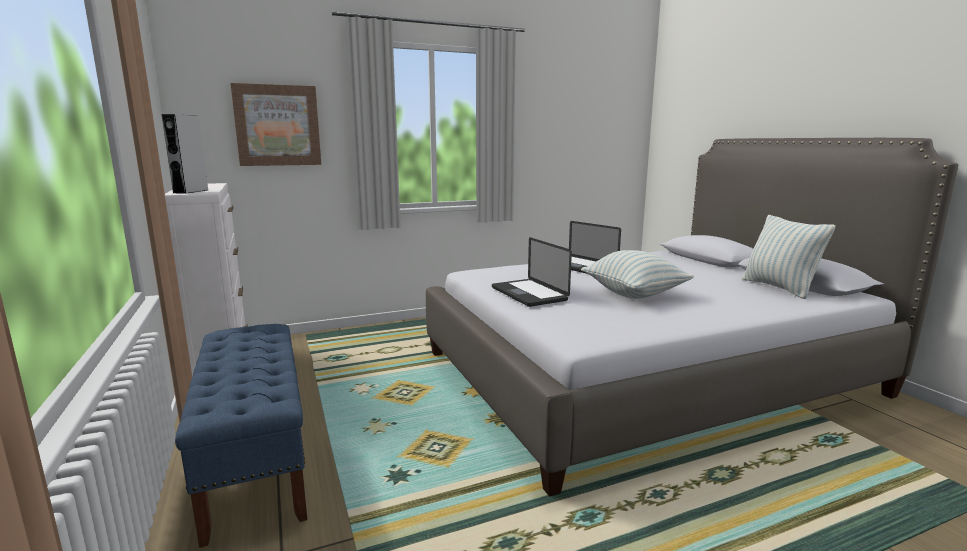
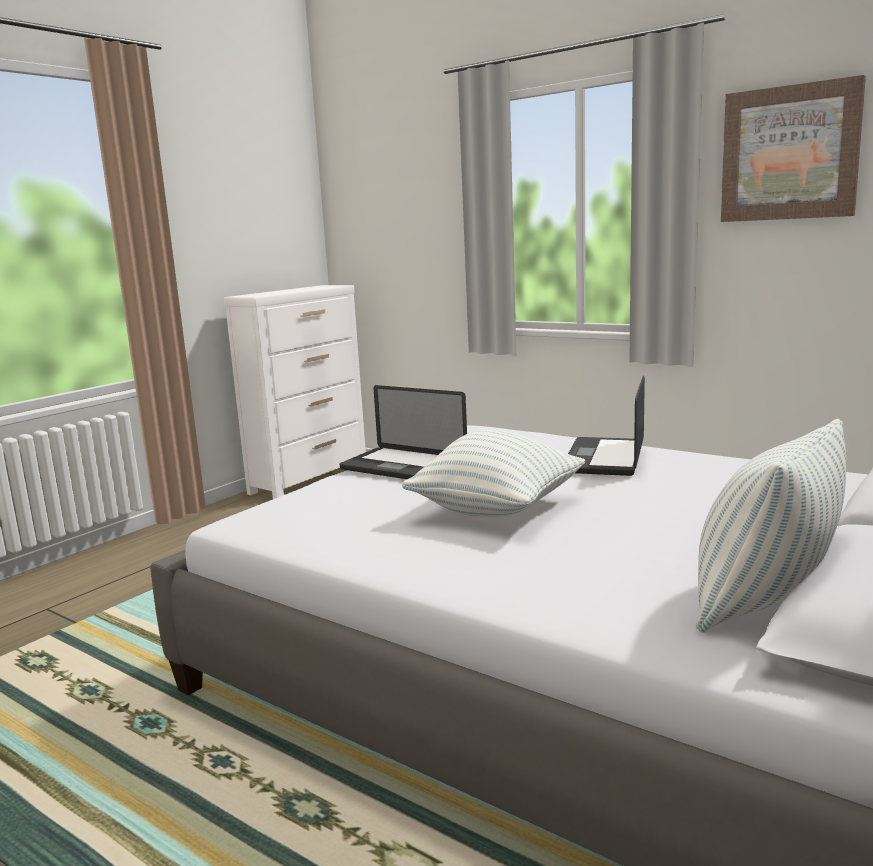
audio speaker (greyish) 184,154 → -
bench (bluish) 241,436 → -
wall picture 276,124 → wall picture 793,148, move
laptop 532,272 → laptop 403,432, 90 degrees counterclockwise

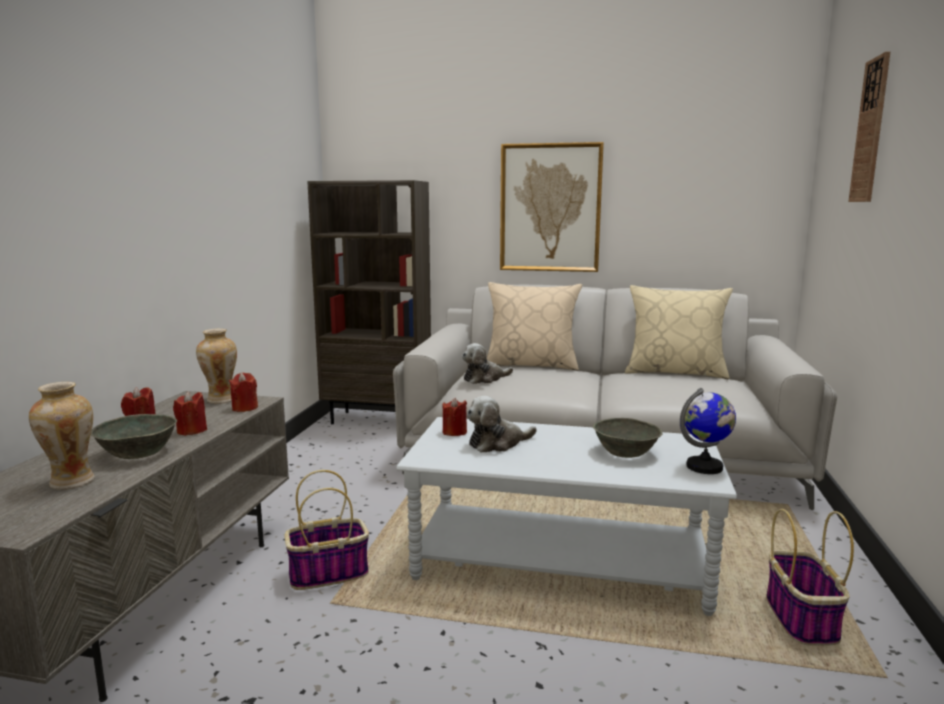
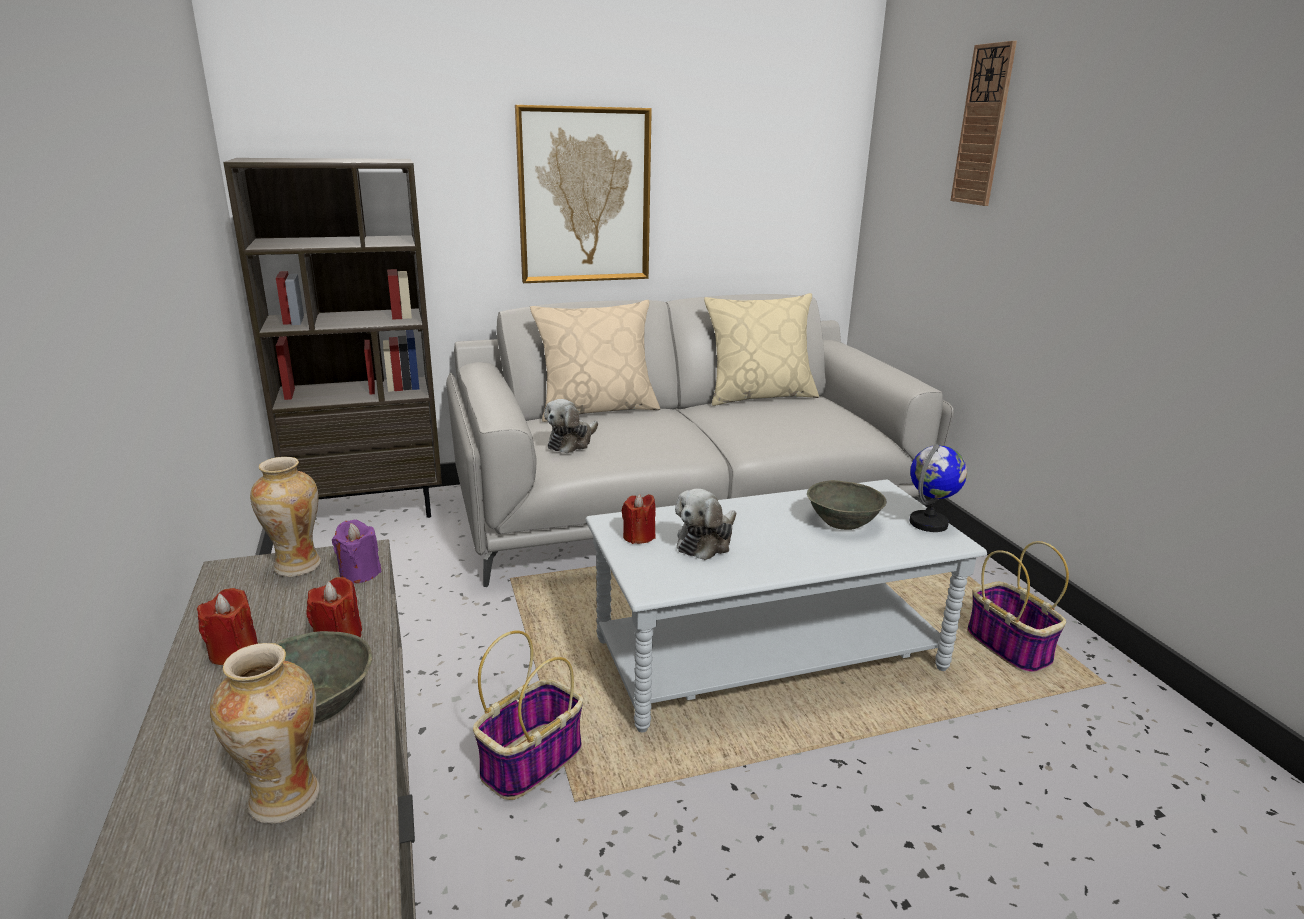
wax light (red) 243,392 → wax light (purplish) 356,551

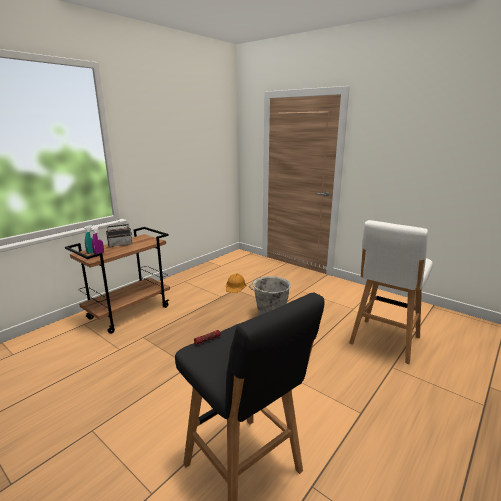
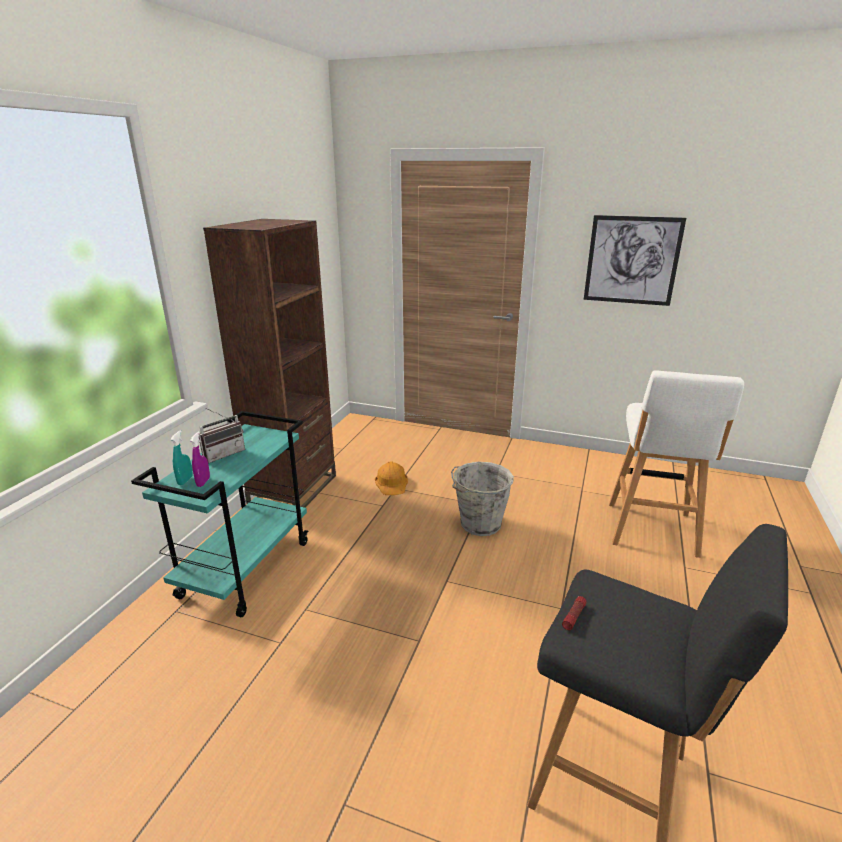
- → bookshelf (brown-coloured) 269,363
- → wall picture 635,260
trolley (brown-coloured) 117,280 → trolley (turquoise) 219,514

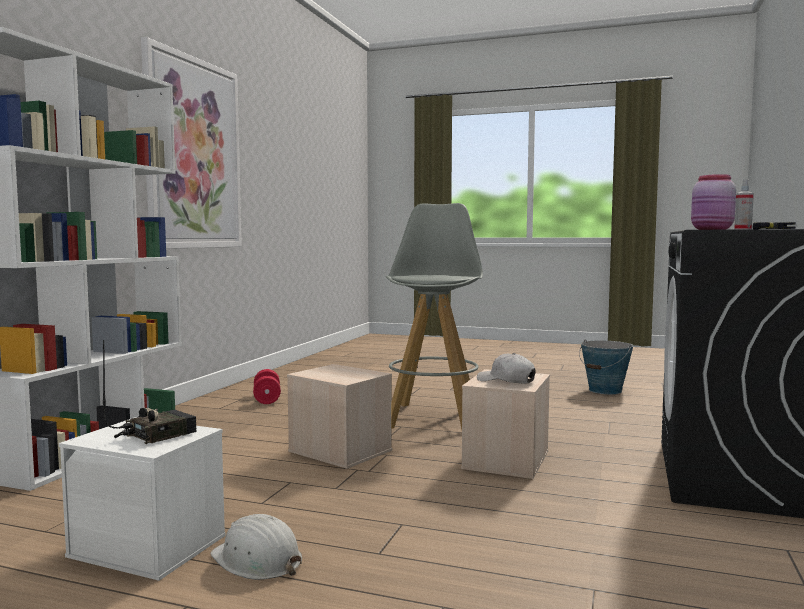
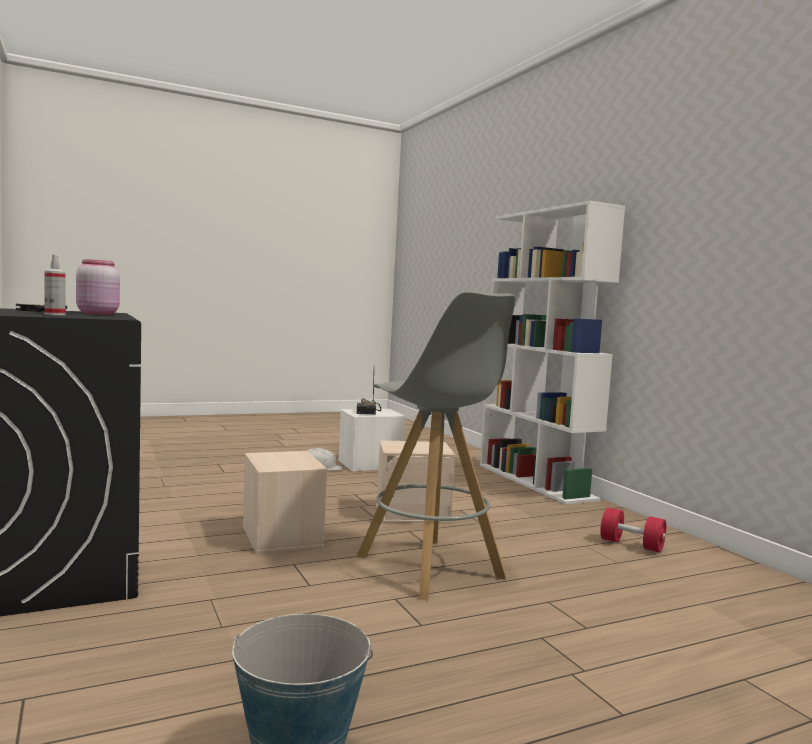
wall picture 191,143 → -
peaked cap (whitish) 506,368 → -

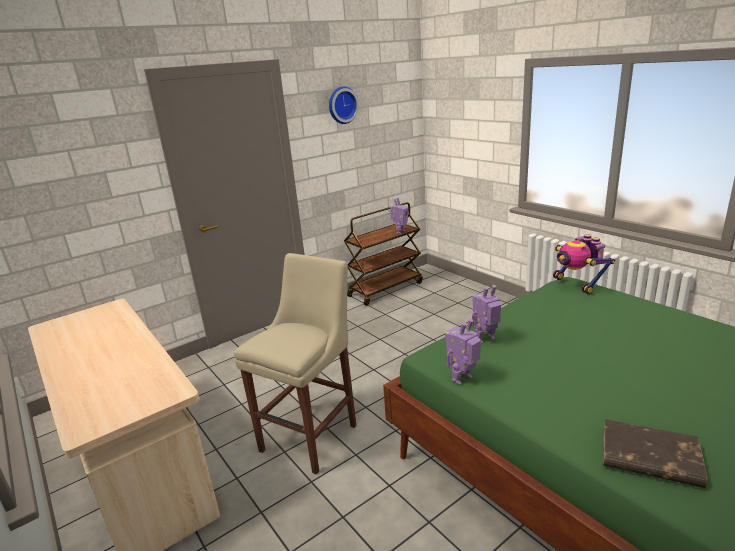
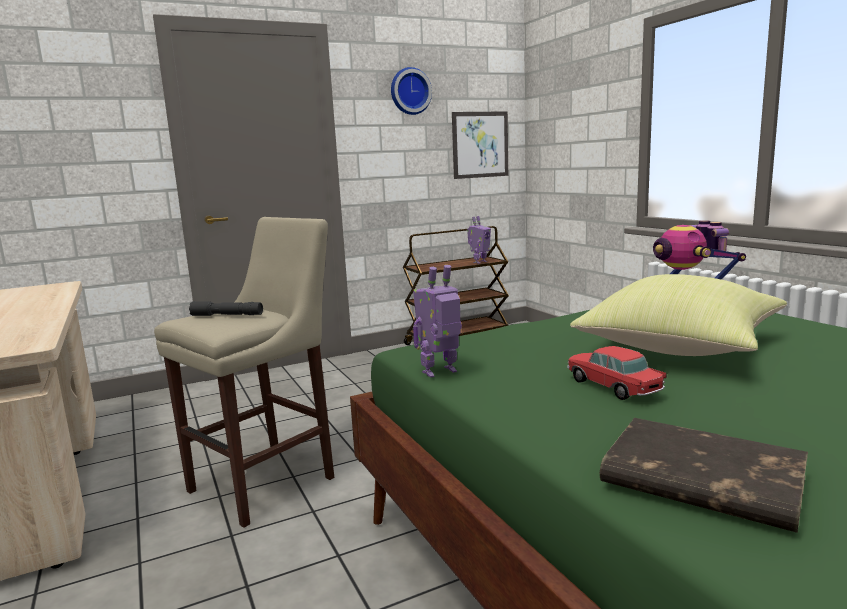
model robot 486,314 → -
- → torch (greyish) 226,308
- → wall picture 480,145
- → miniature car 617,373
- → cushion (yellowish) 678,315

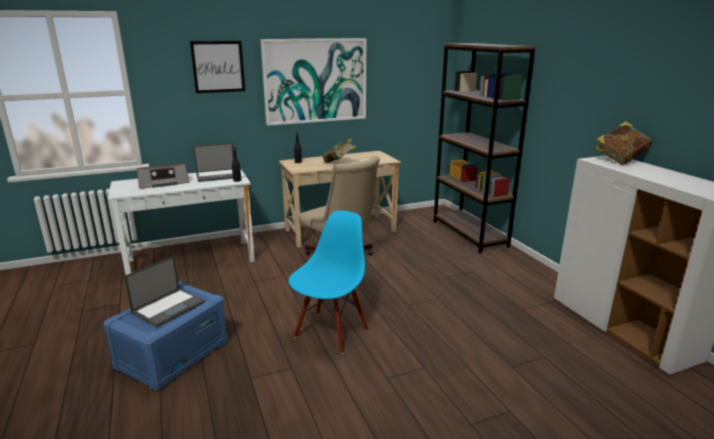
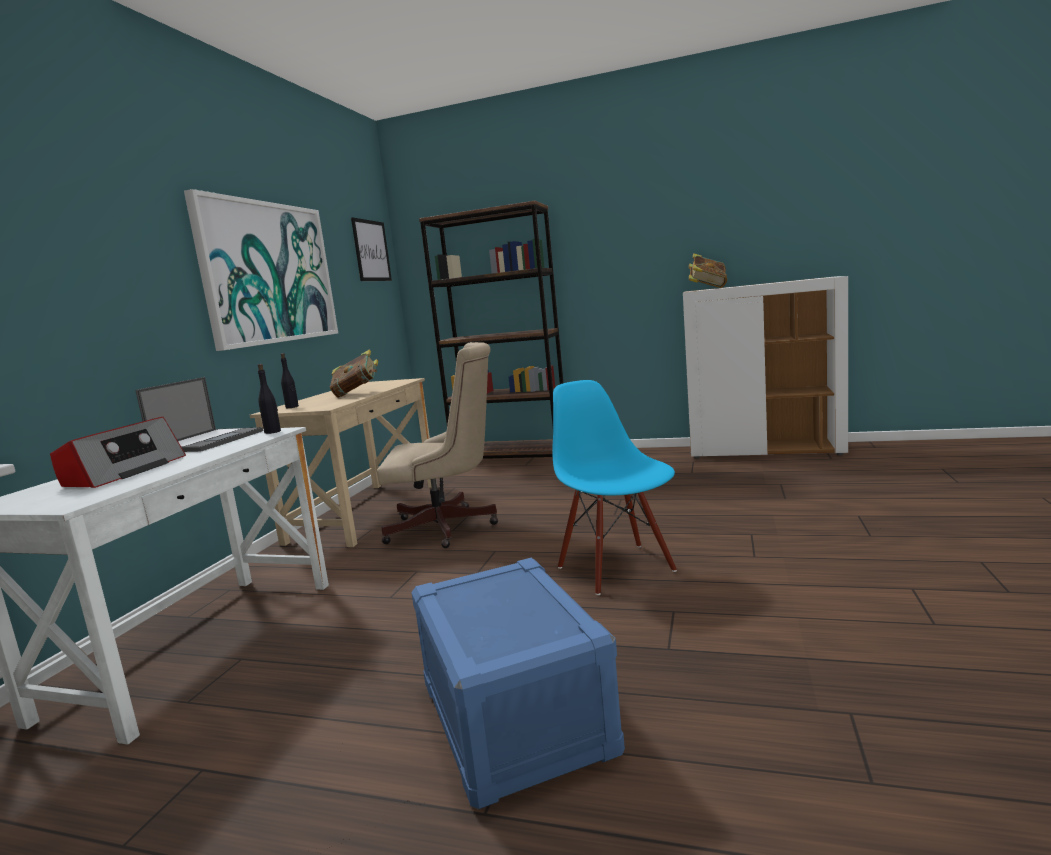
laptop 164,291 → -
wall picture 217,67 → wall picture 371,249, move

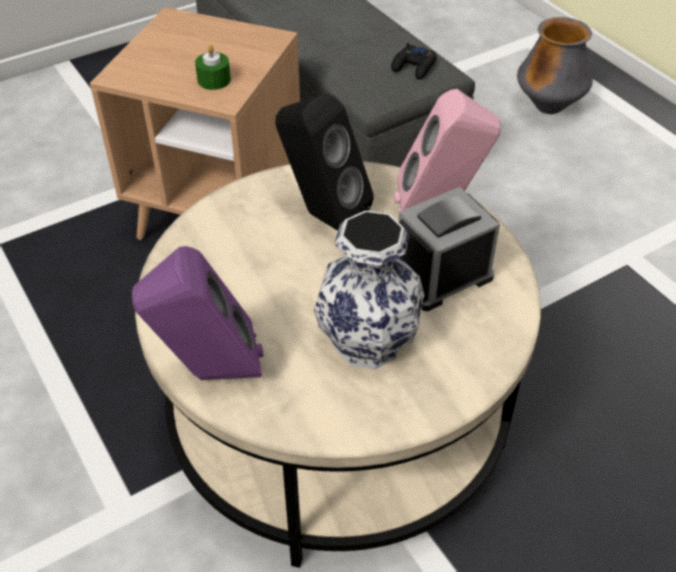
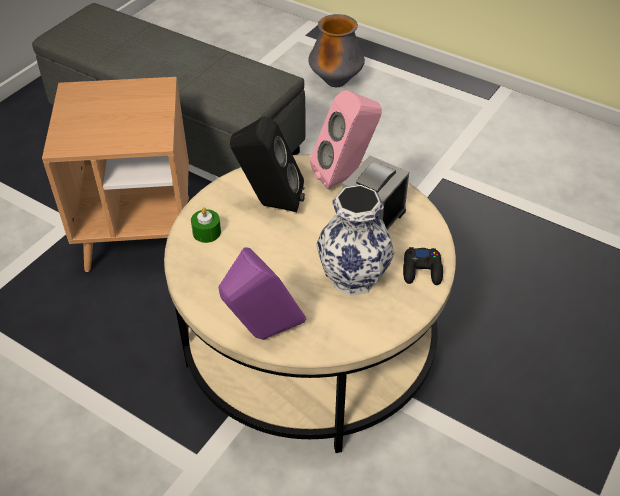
wax light (greenish) 213,67 → wax light (greenish) 206,225, move
joypad (black) 414,61 → joypad (black) 423,266, move

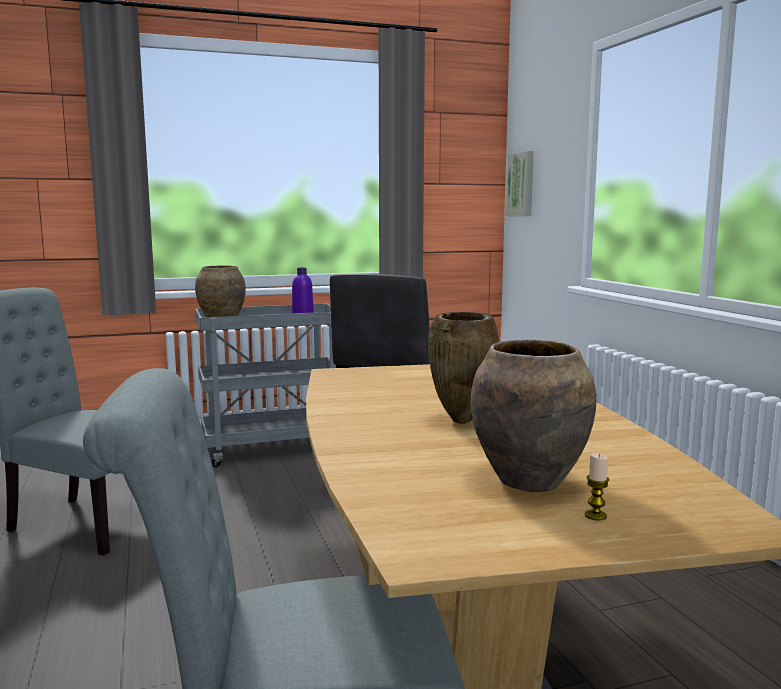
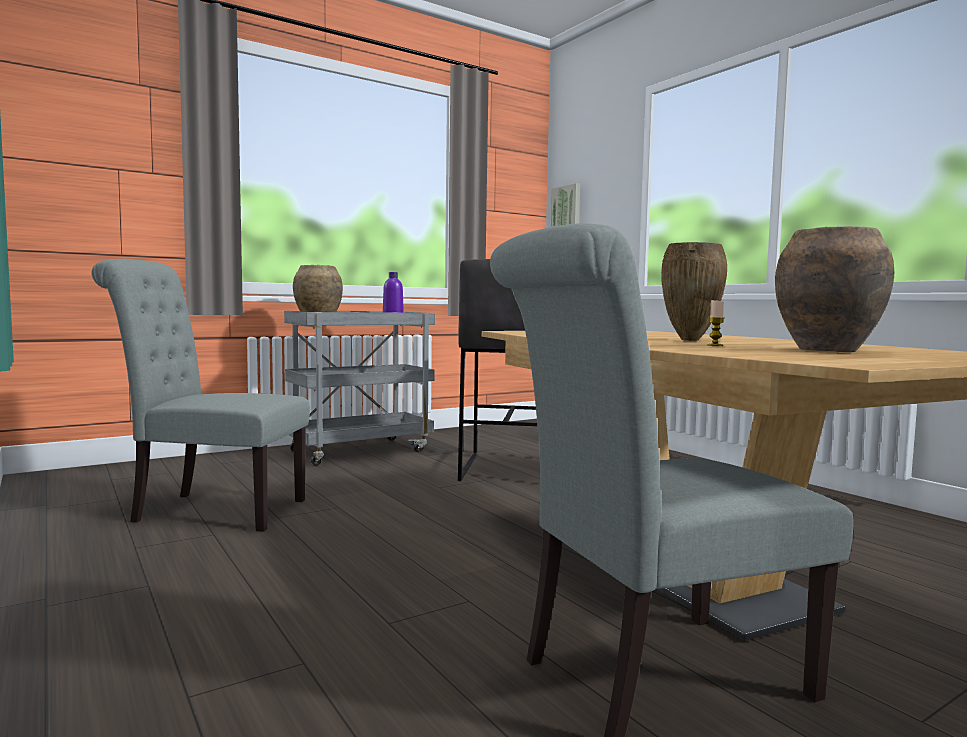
wax light 597,487 → wax light 716,323, move

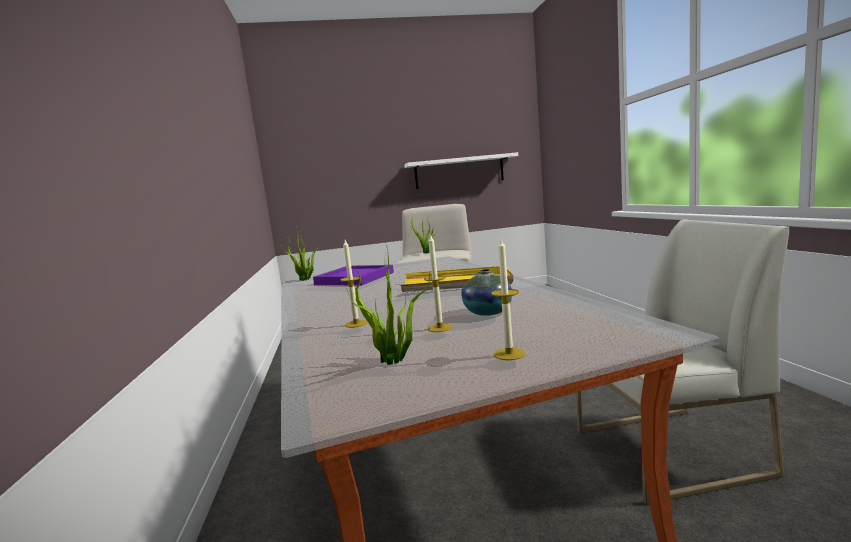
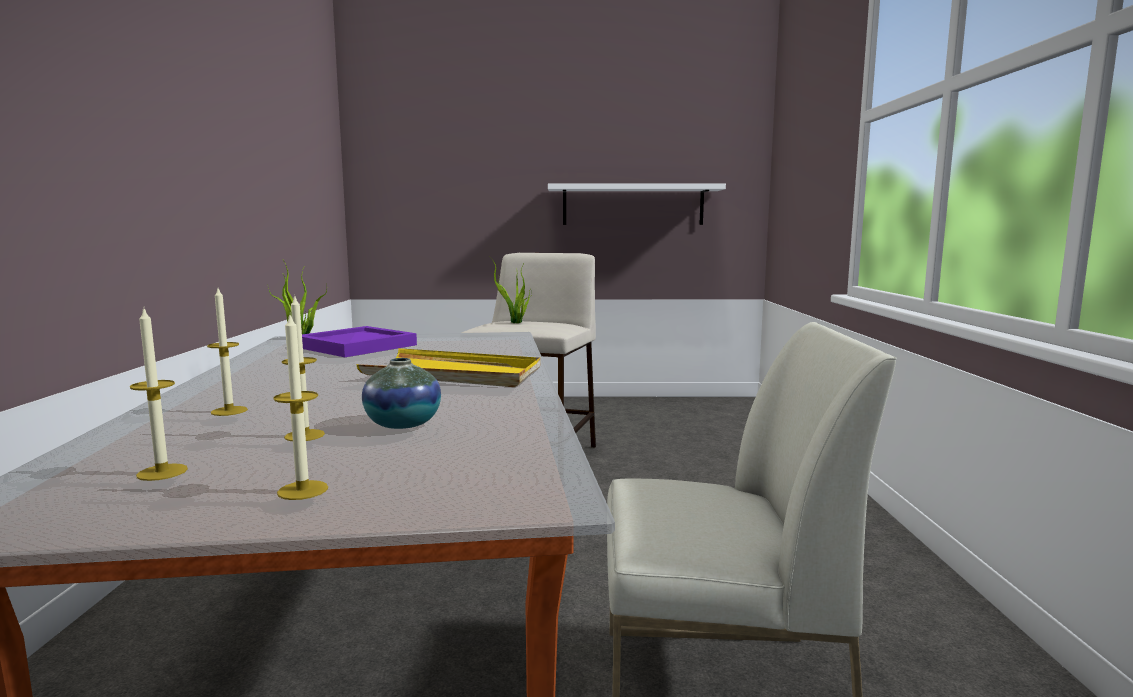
potted plant 388,305 → wax light 159,395

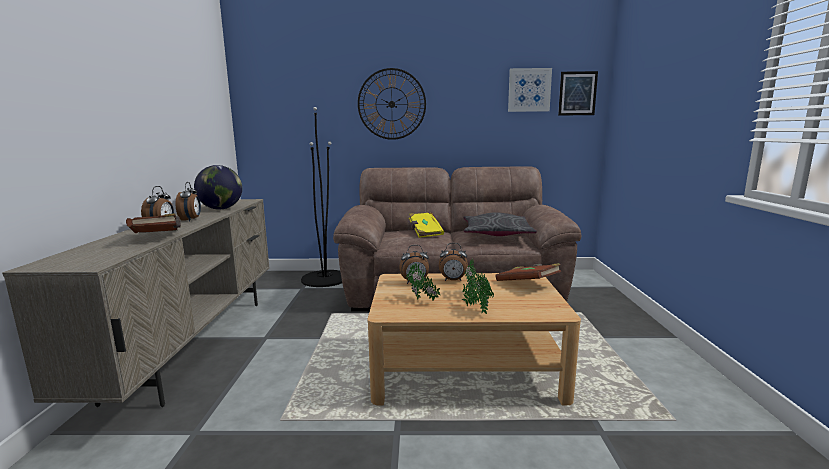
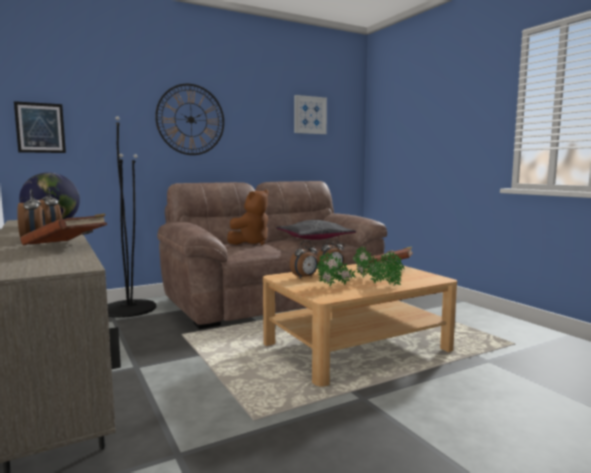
wall picture 578,93 → wall picture 40,127, move
book (yellowish) 426,225 → cuddly toy (brown-coloured) 248,217

